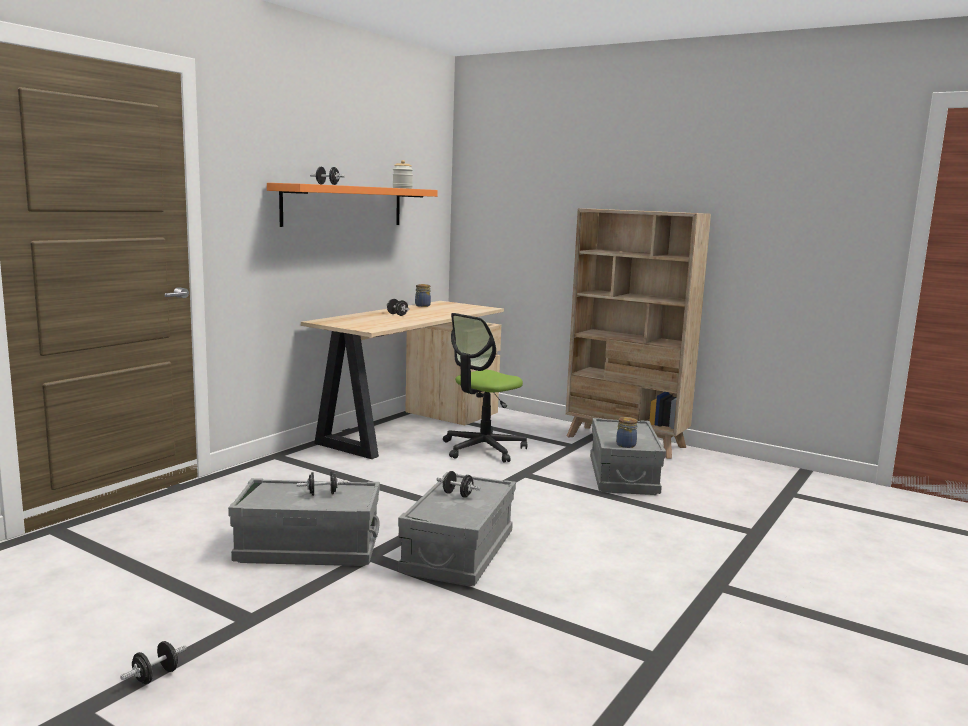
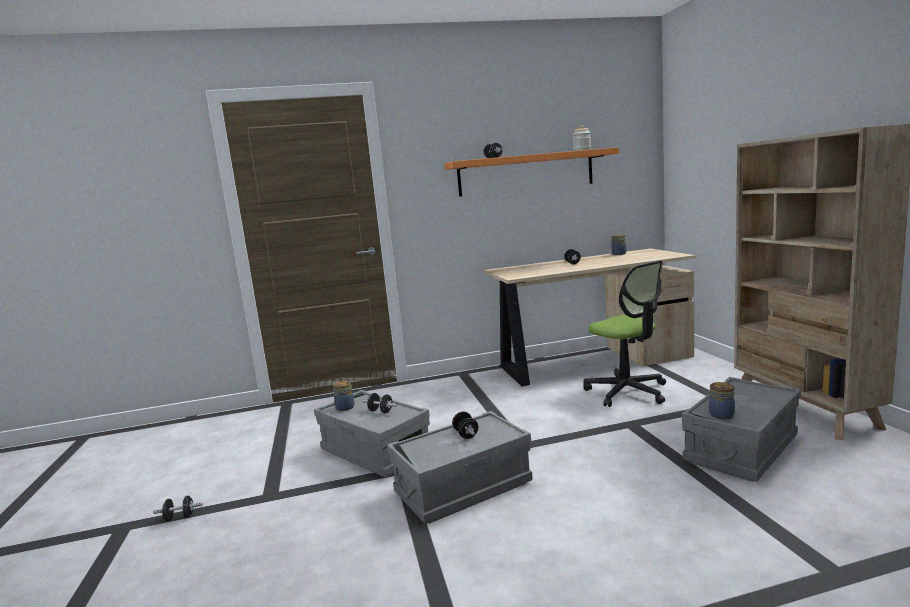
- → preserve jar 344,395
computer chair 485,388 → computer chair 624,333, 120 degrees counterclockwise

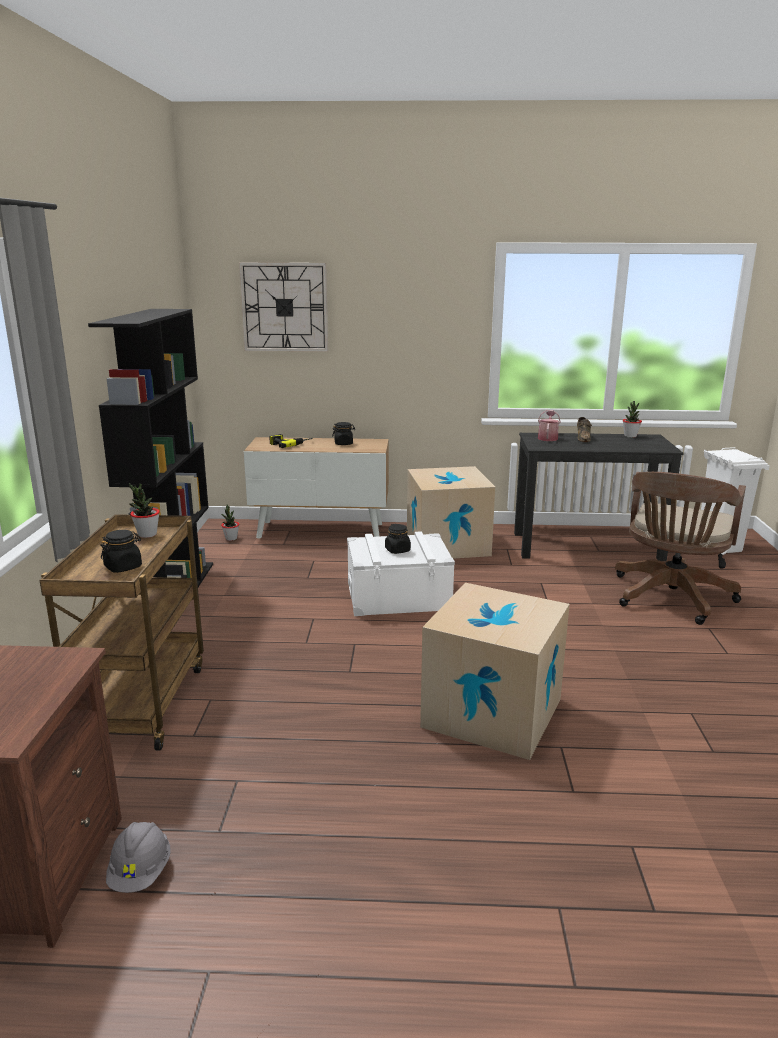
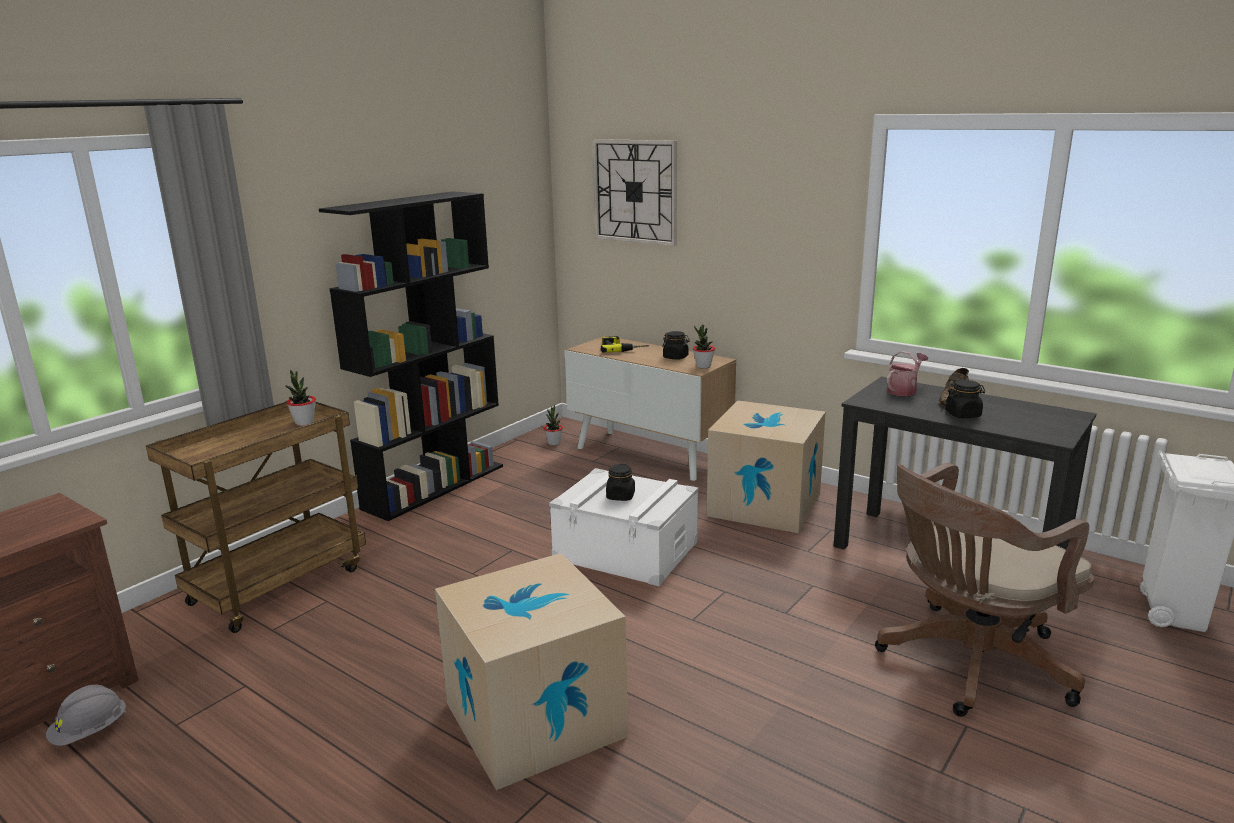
preserve jar (black) 121,551 → preserve jar (black) 965,399, move
potted plant 632,419 → potted plant 704,347, move

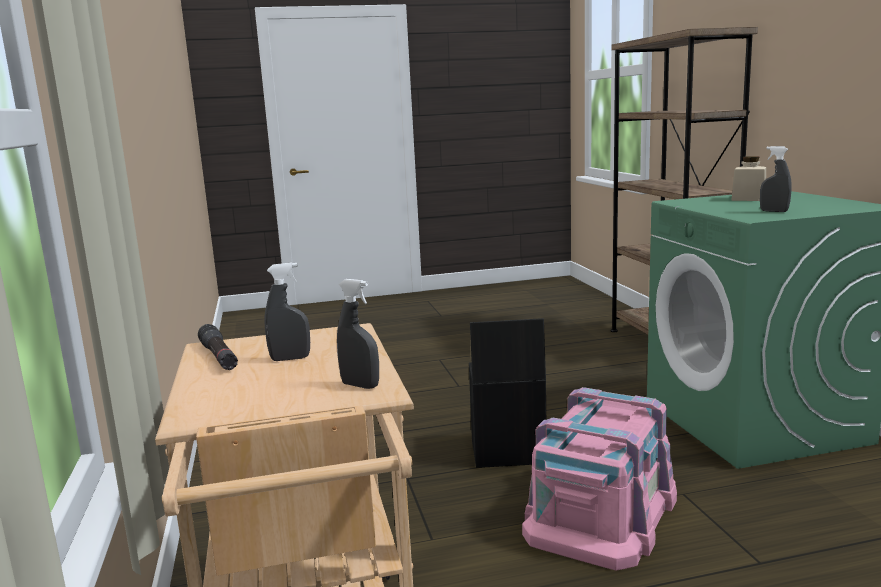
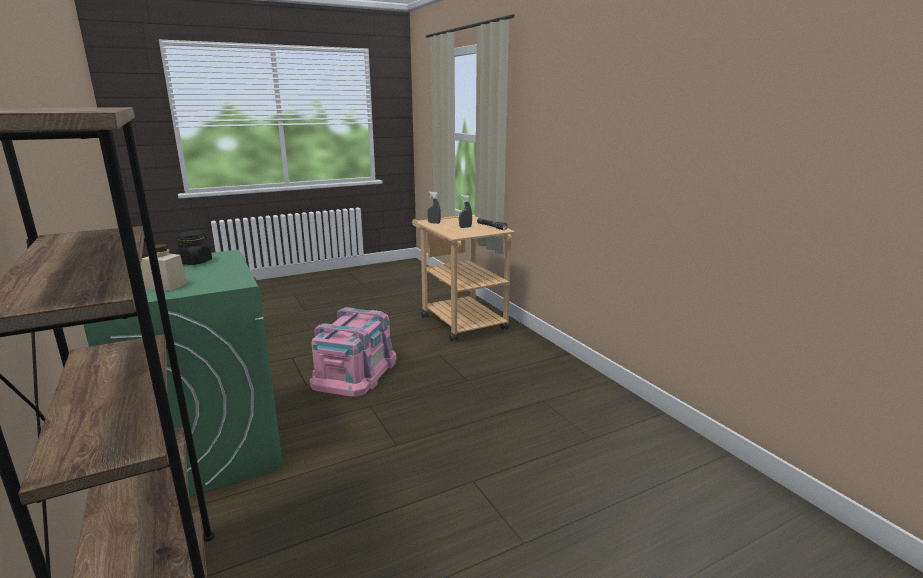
storage container (black) 507,393 → -
sprayer (greyish) 776,179 → preserve jar (black) 194,248

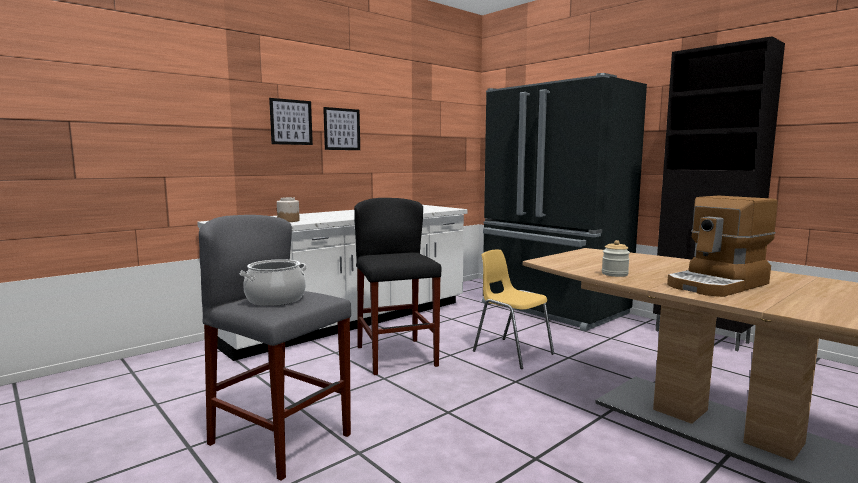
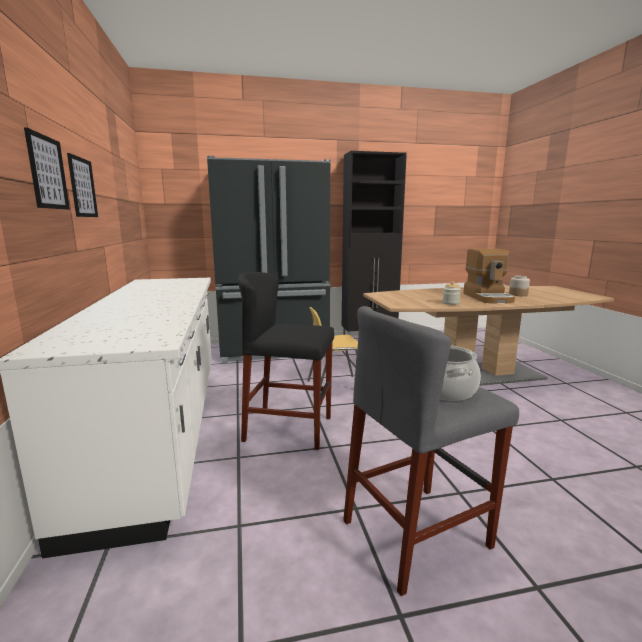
preserve jar 288,209 → preserve jar 519,285, move

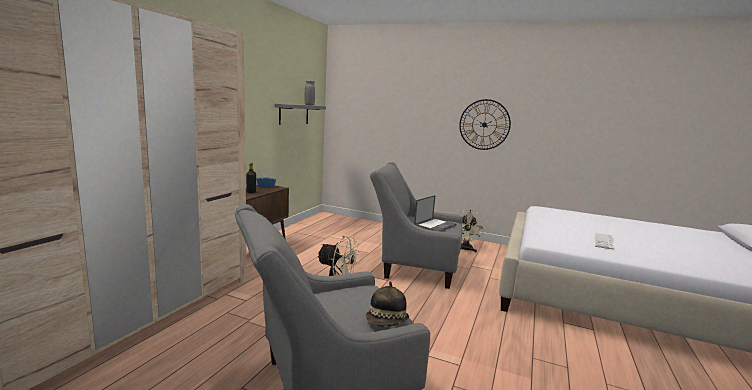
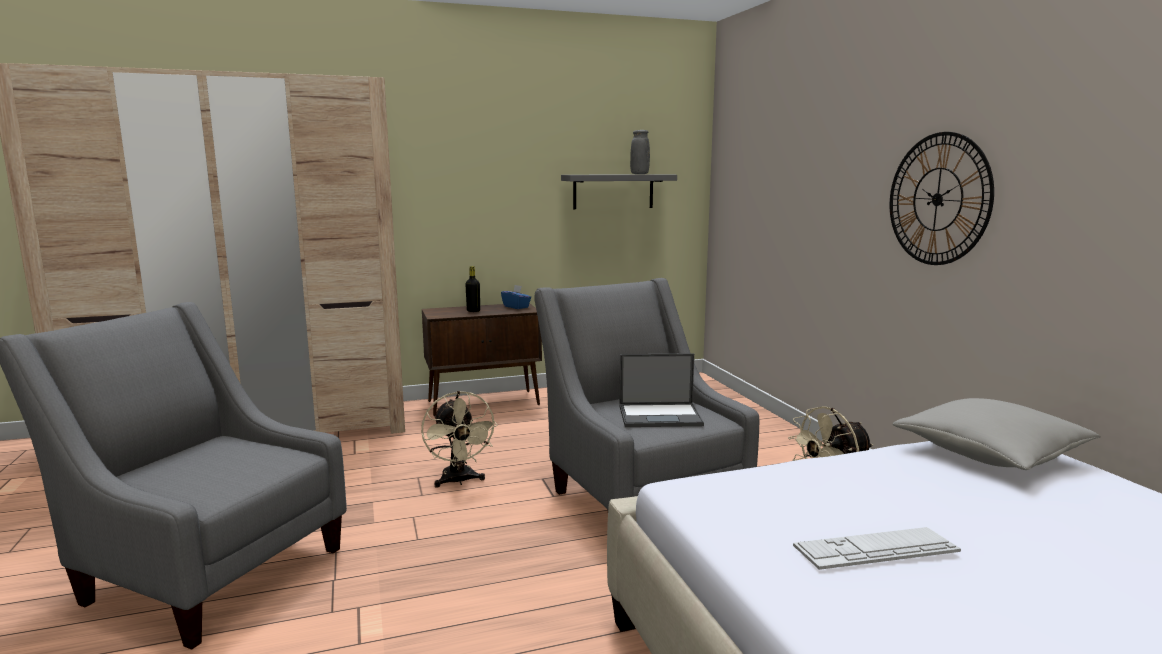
clothing hat 387,304 → -
- → cushion (greyish) 997,434

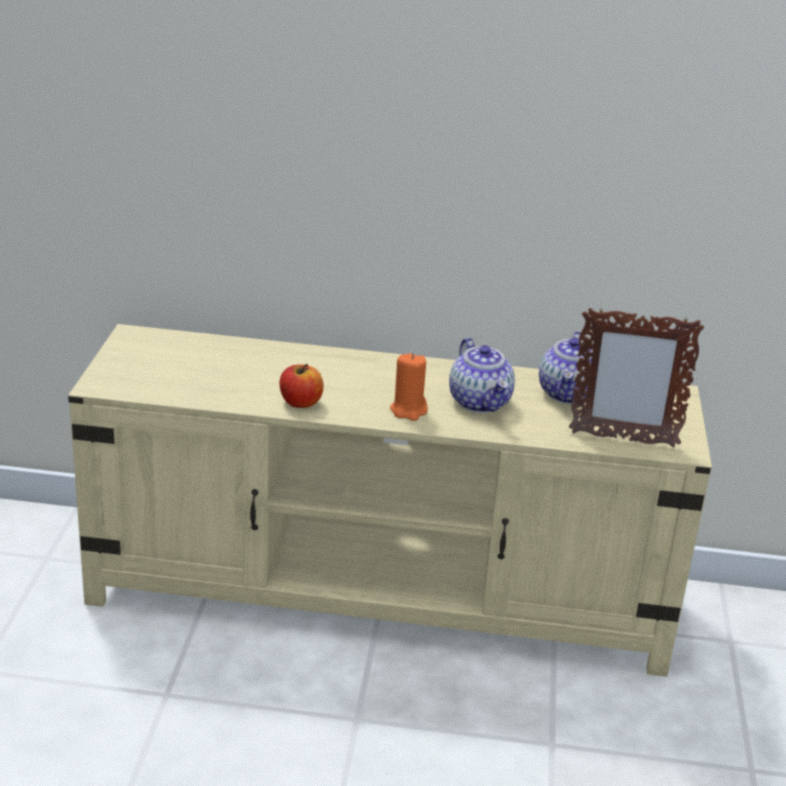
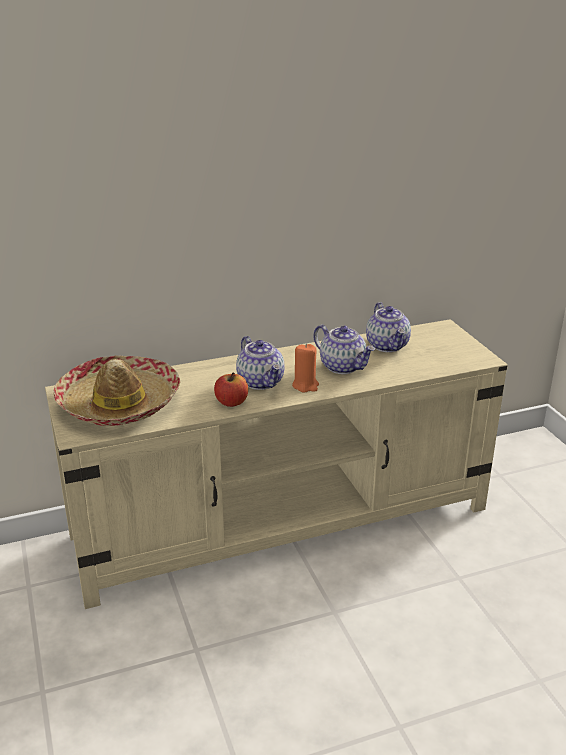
standing frame 636,378 → -
- → clothing hat 116,390
- → pot for tea 260,363

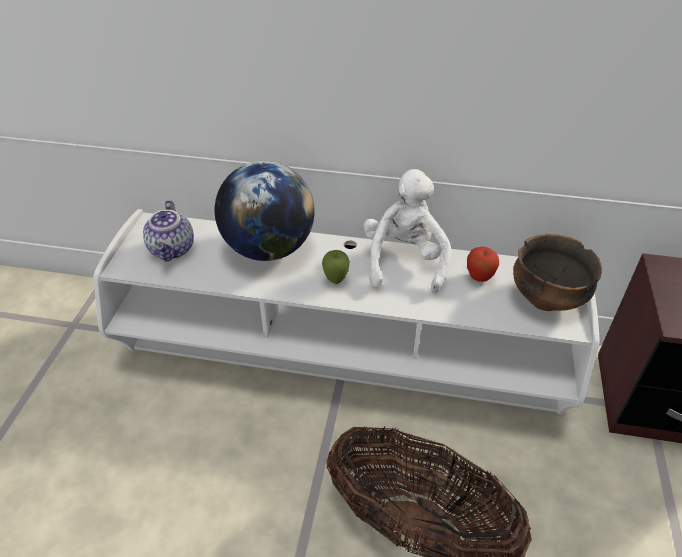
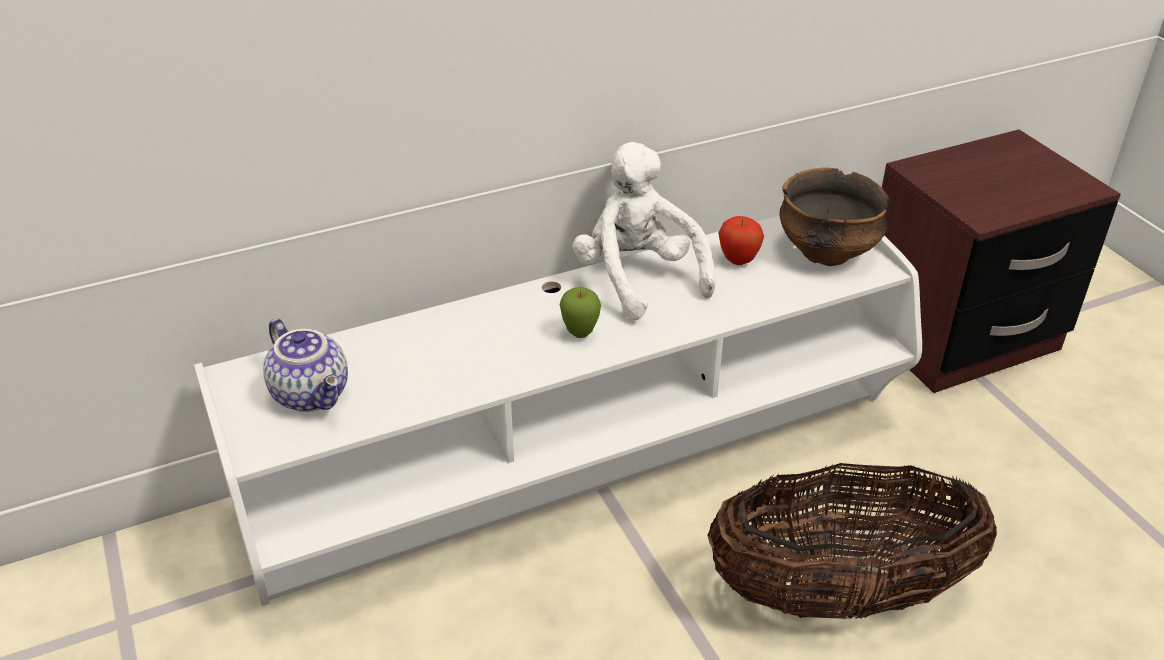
desk globe 265,211 → -

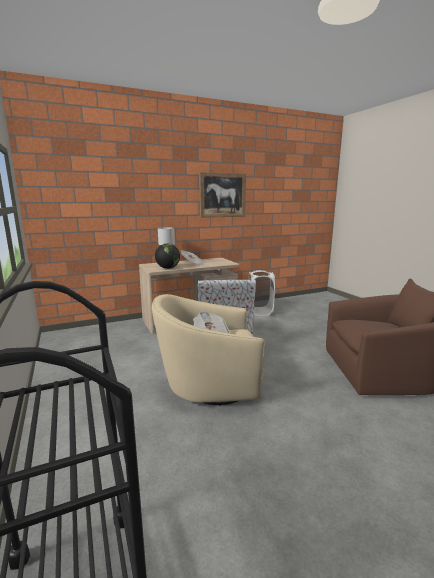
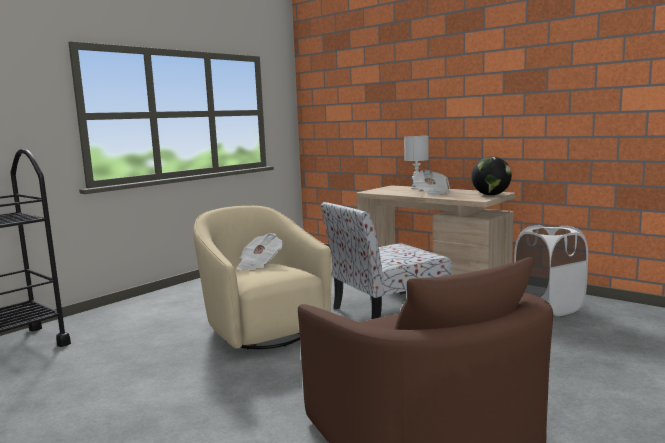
wall picture 223,195 → -
desk globe 167,256 → desk globe 491,176, move

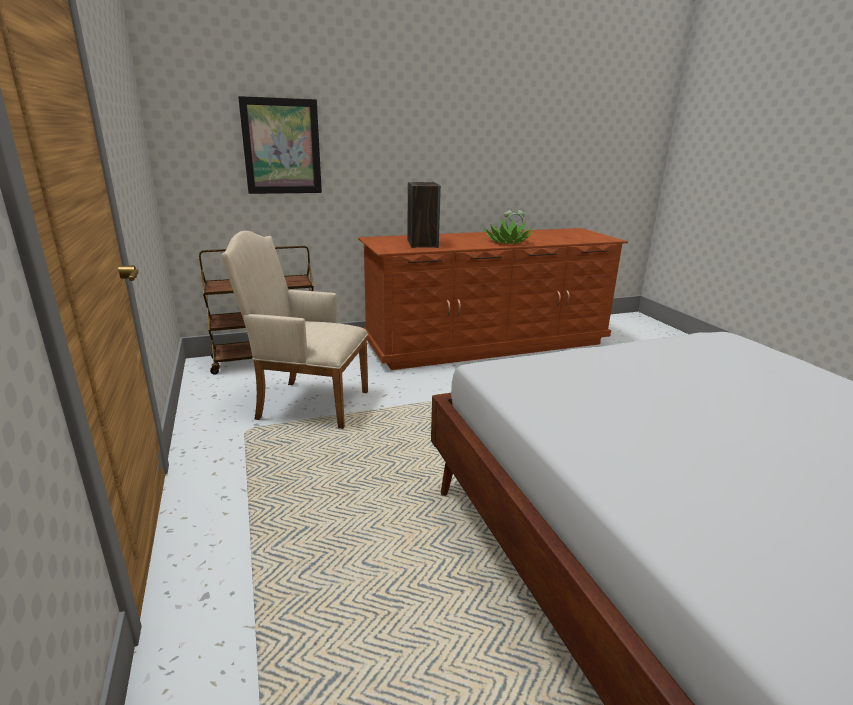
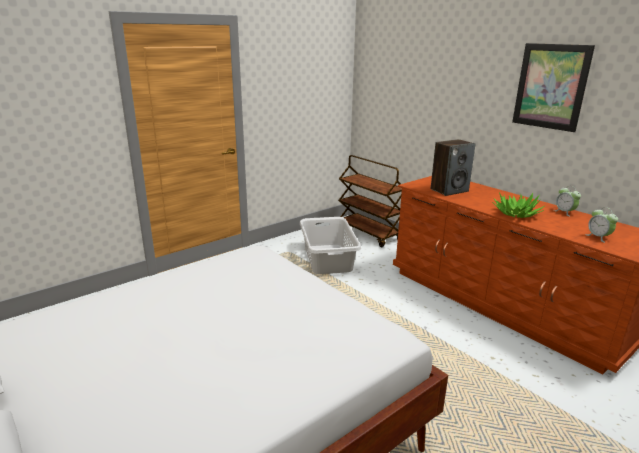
- → bedside clock 601,225
wall picture 280,145 → wall picture 553,87, move
armchair (sand-coloured) 295,330 → laundry basket (greyish) 330,245

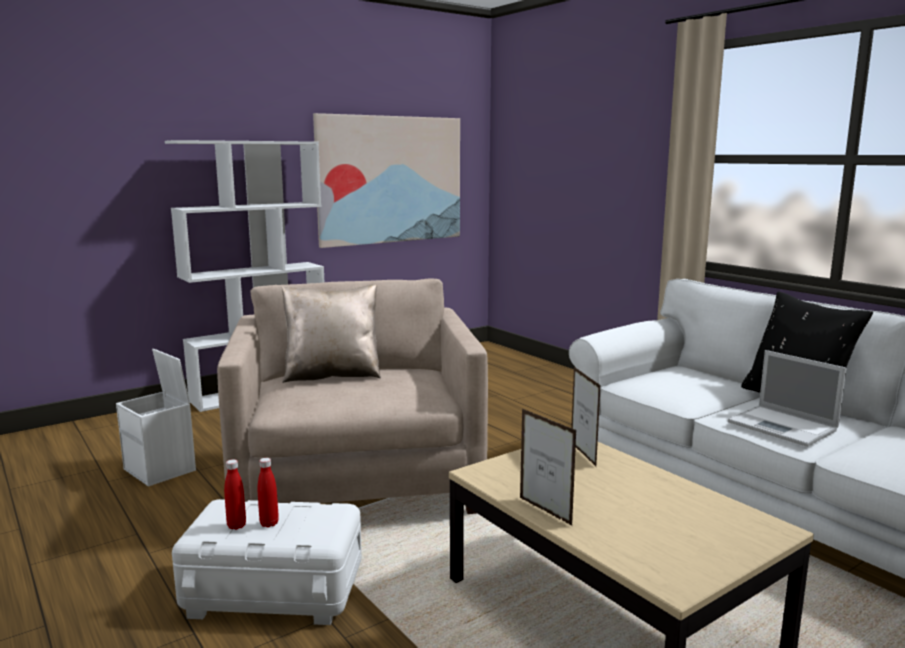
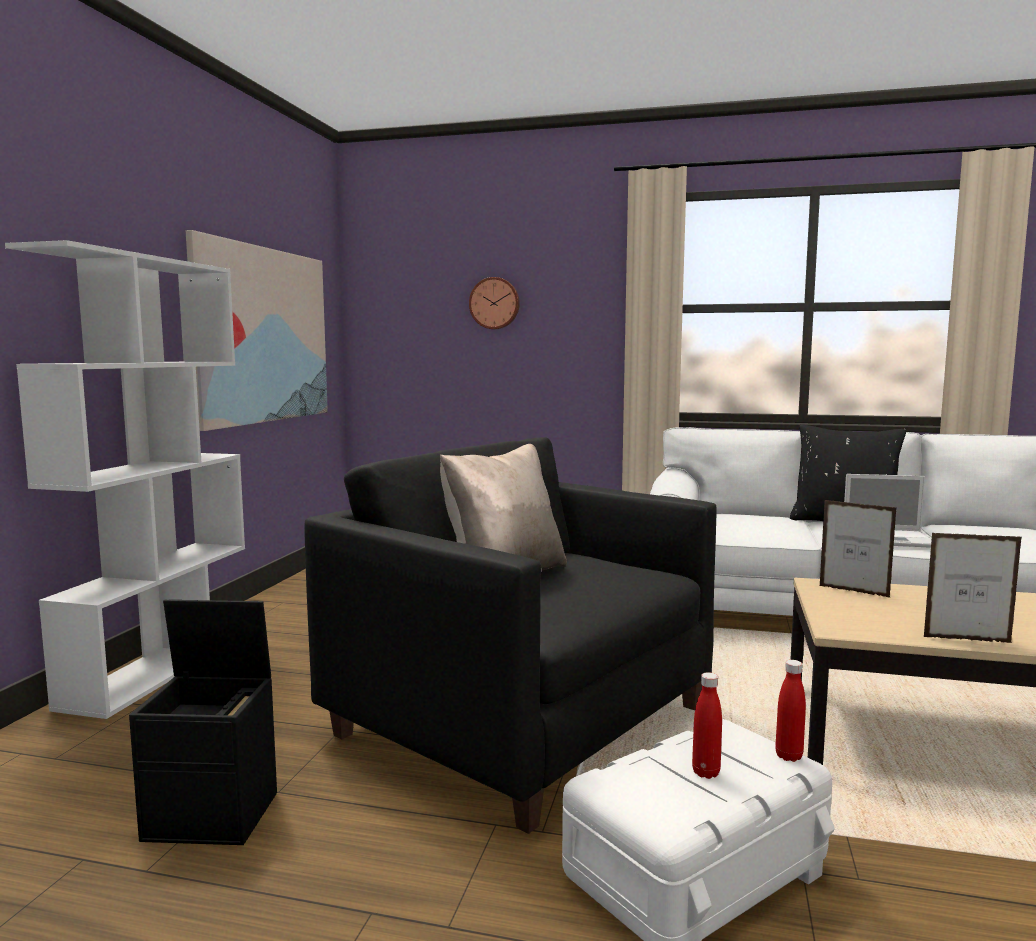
- → wall clock 494,303
beverage bottle (red) 235,494 → beverage bottle (red) 790,711, move
storage container (whitish) 156,417 → storage container (black) 203,722
armchair (sand-coloured) 352,396 → armchair (black) 510,635

